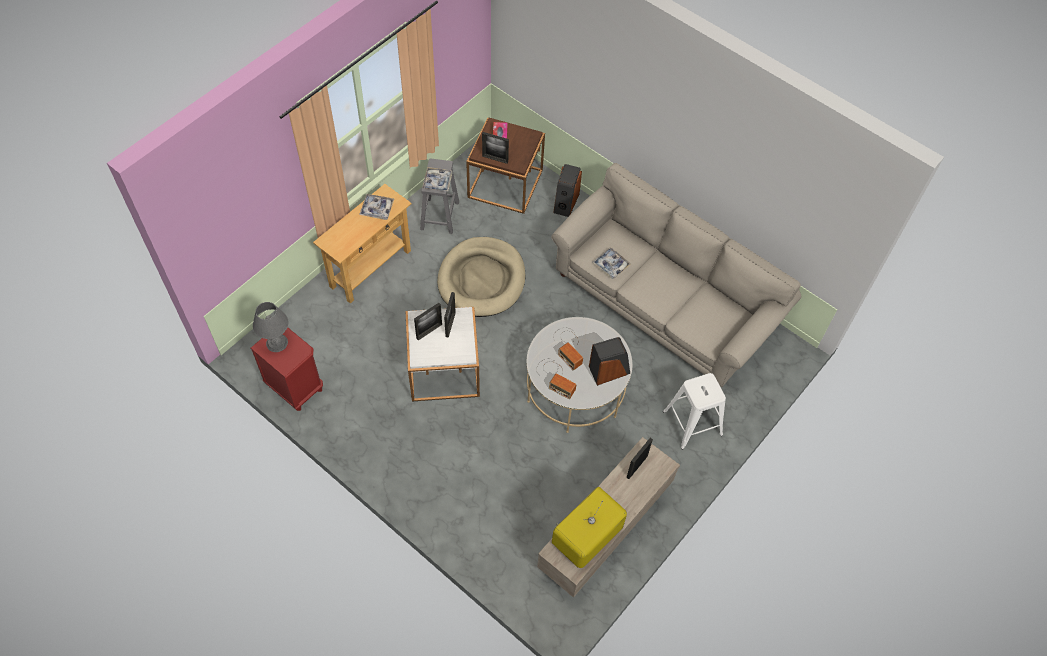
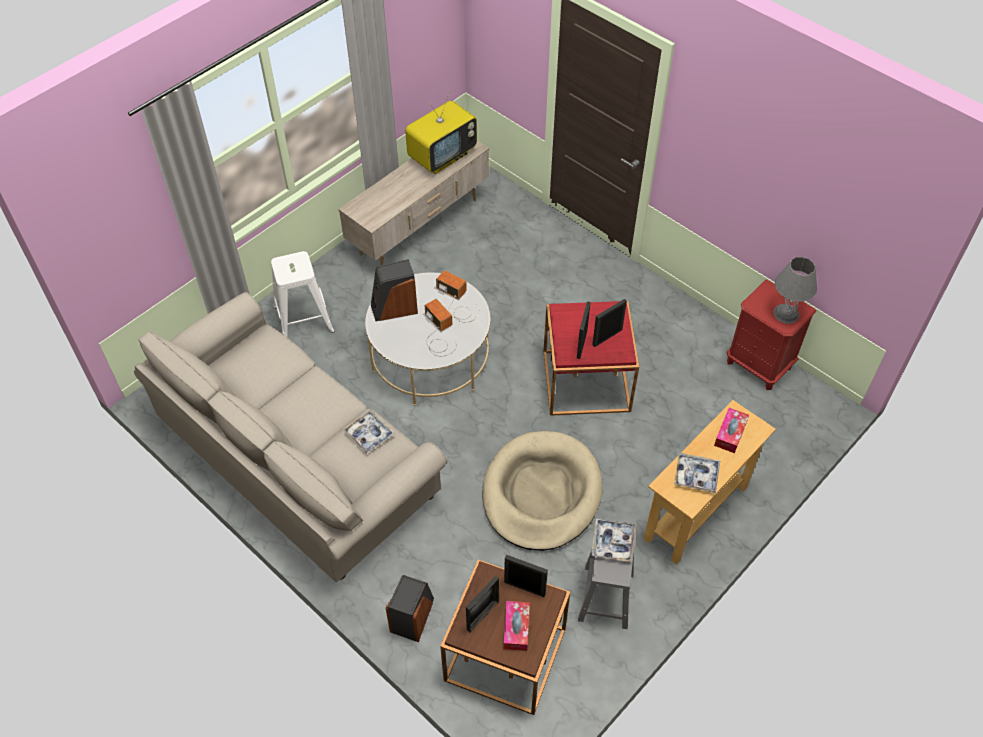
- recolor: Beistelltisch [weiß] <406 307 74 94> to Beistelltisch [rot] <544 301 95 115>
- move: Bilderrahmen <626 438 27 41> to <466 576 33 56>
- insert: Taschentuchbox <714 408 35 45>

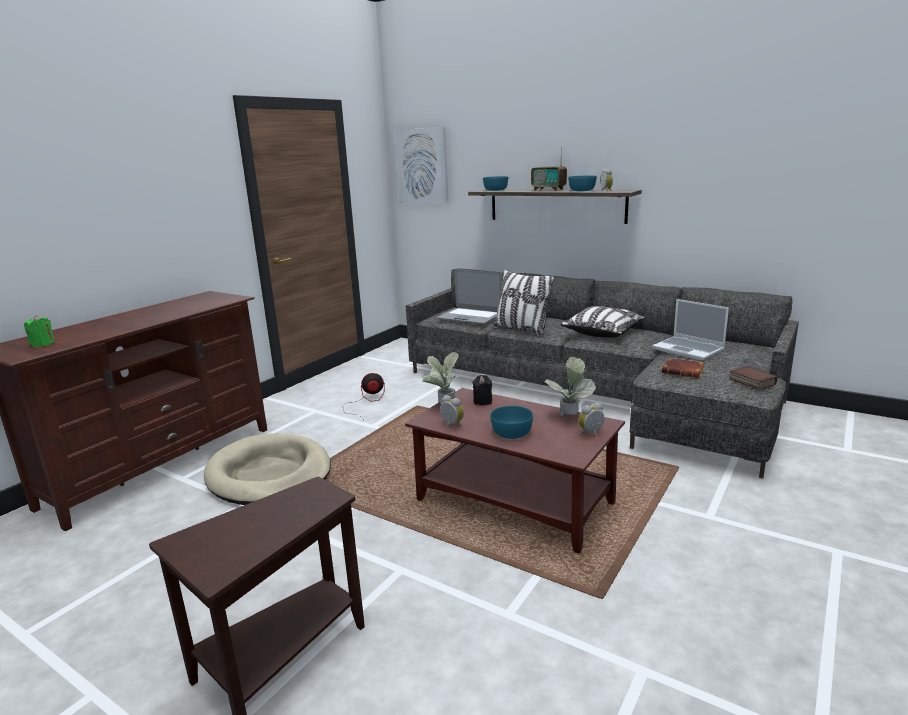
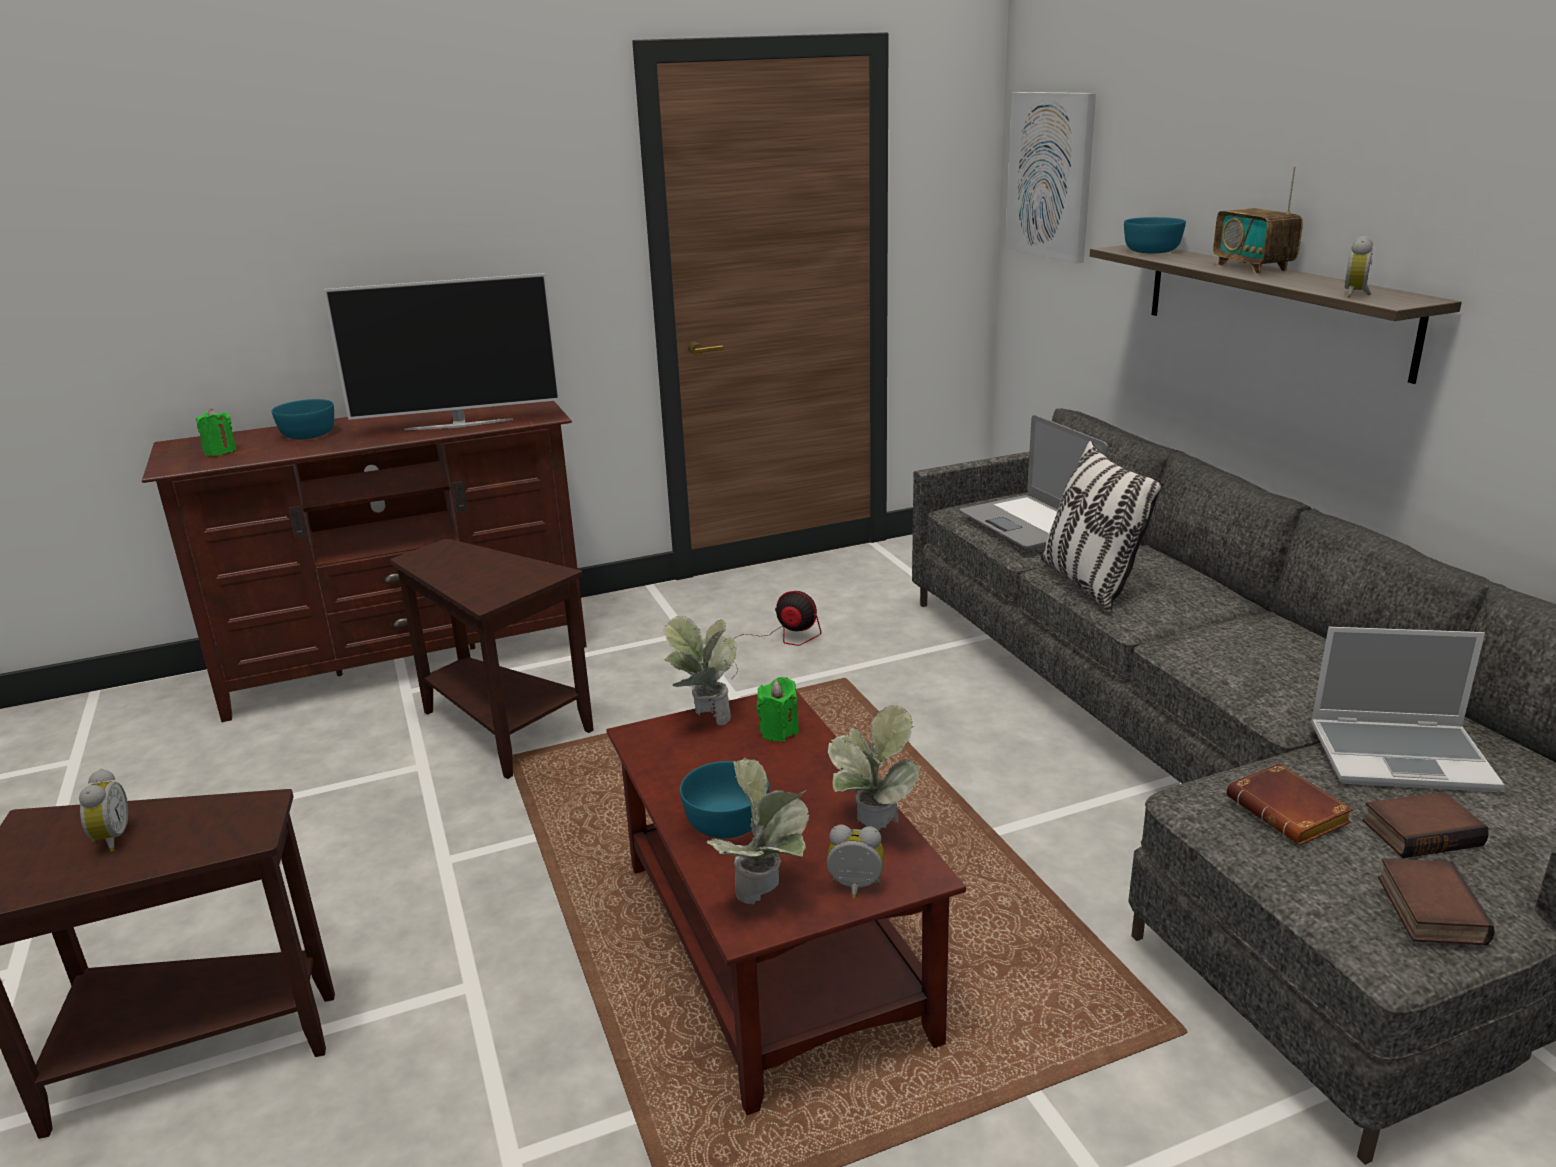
- move: Schüssel [türkis] <568 175 29 16> to <272 399 62 40>
- rotate: Laptop <652 299 77 62> = <1311 627 193 165> 75 degrees counterclockwise
- delete: Kissen <560 306 85 32>
- recolor: Kerze [schwarz] <472 375 20 31> to Kerze [grün] <756 677 43 65>
- move: Wecker <440 395 24 33> to <79 769 49 83>
- replace: Hundebett [beige] <204 433 127 72> to Beistelltisch [braun] <390 539 204 240>
- insert: Fernseher <323 273 238 157>
- insert: Topfpflanze <706 758 103 147>
- insert: Buch <1362 791 127 67>

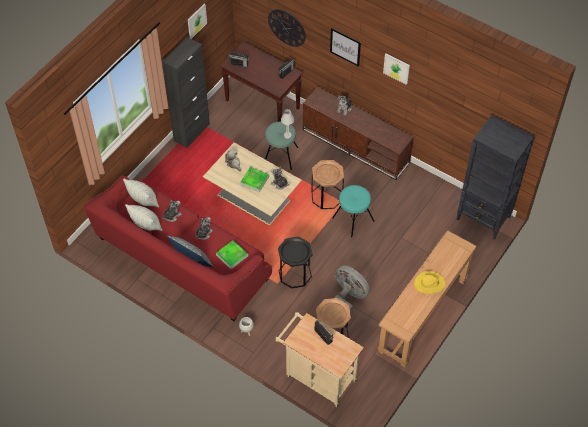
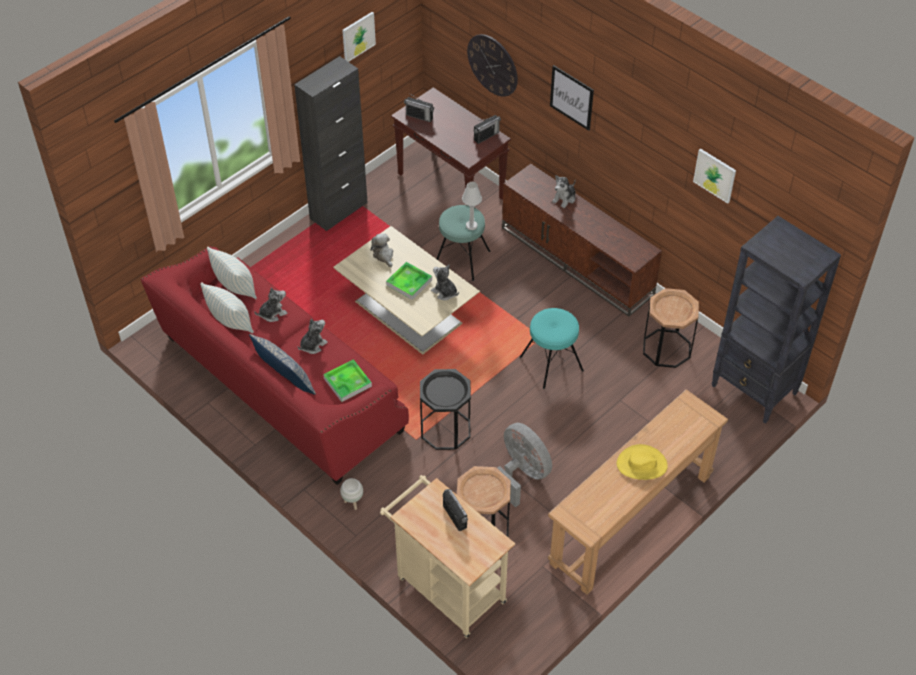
- move: Bild <383 53 27 32> to <693 148 43 56>
- move: Beistelltisch [braun] <312 160 32 49> to <643 288 56 80>

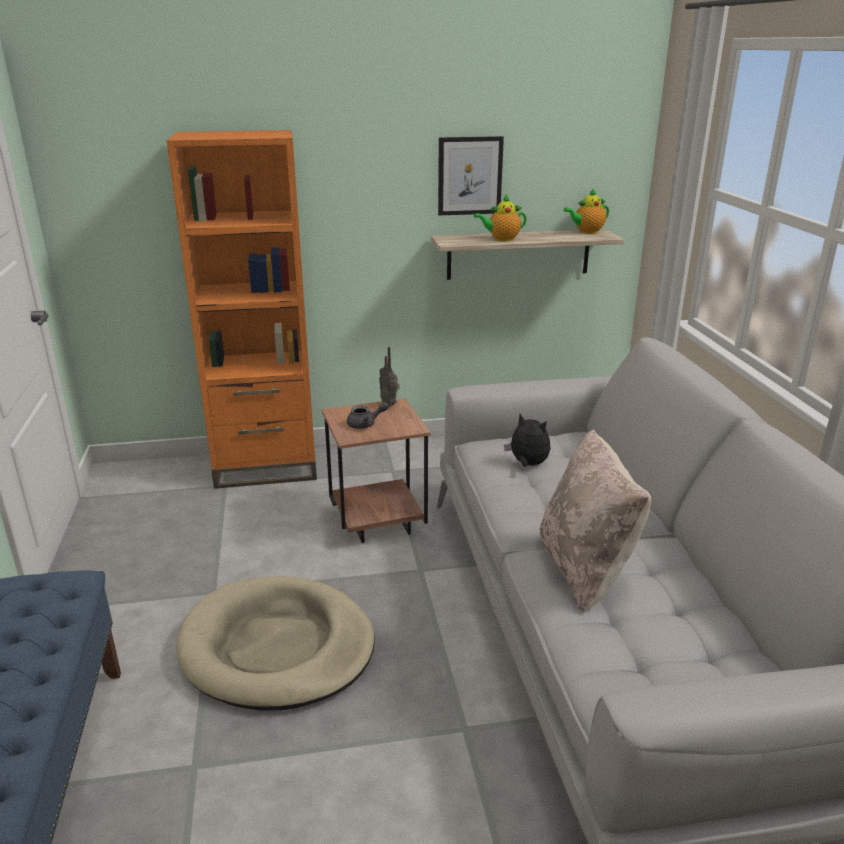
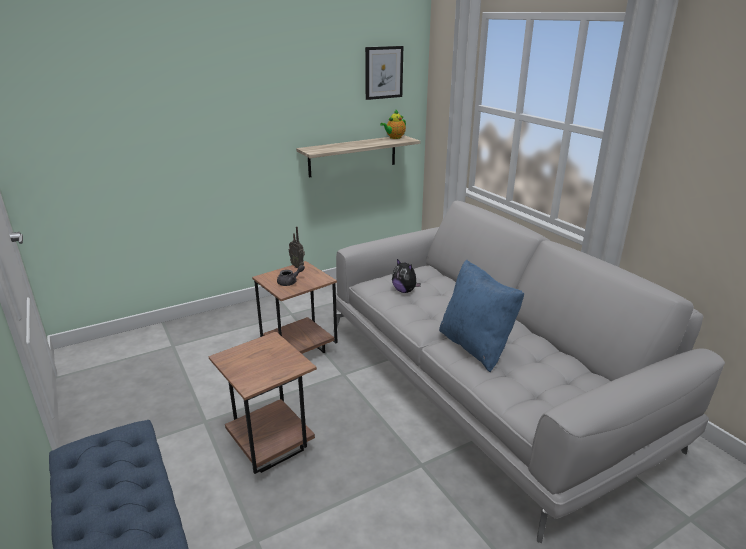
- delete: Bücherregal [orange] <167 130 150 359>
- move: Bild <438 136 66 80> to <365 46 38 54>
- delete: Teekanne <474 194 53 48>
- rotate: Plüschtier <504 414 47 53> = <392 259 29 34> 150 degrees counterclockwise
- recolor: Kissen [beige] <540 429 111 184> to Kissen [blau] <439 259 85 113>
- replace: Hundebett [beige] <176 576 199 135> to Beistelltisch [braun] <208 332 109 142>

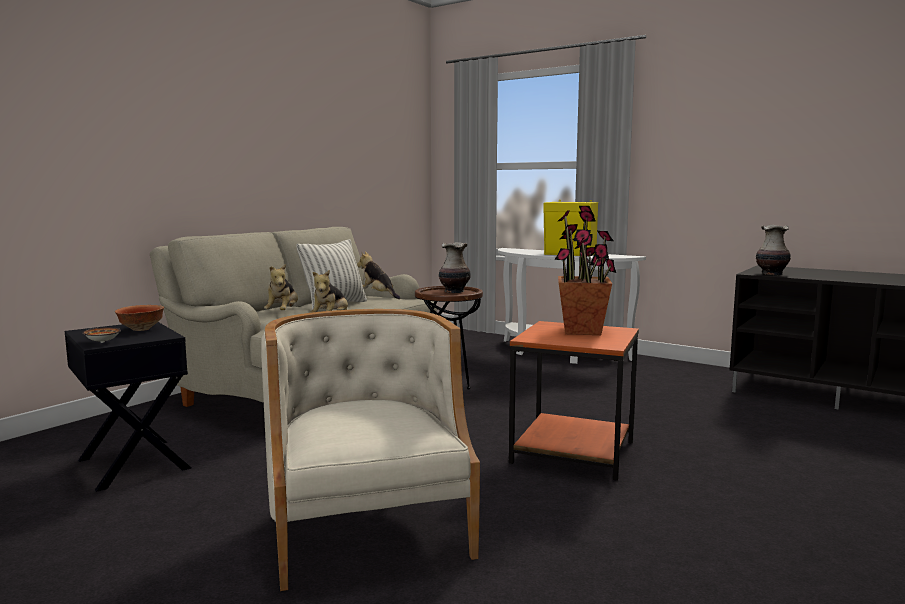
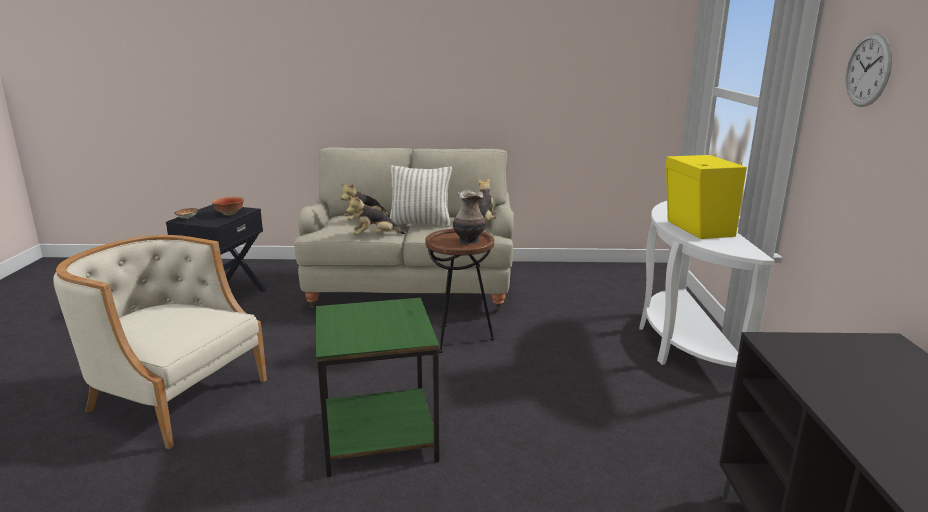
- delete: Topfpflanze <554 206 62 129>
- delete: Vase <756 225 35 50>
- rotate: Sessel [beige] <261 309 219 282> = <53 235 214 214> 105 degrees counterclockwise
- recolor: Beistelltisch [orange] <509 321 130 160> to Beistelltisch [grün] <316 298 123 179>
- insert: Wanduhr <845 32 47 75>

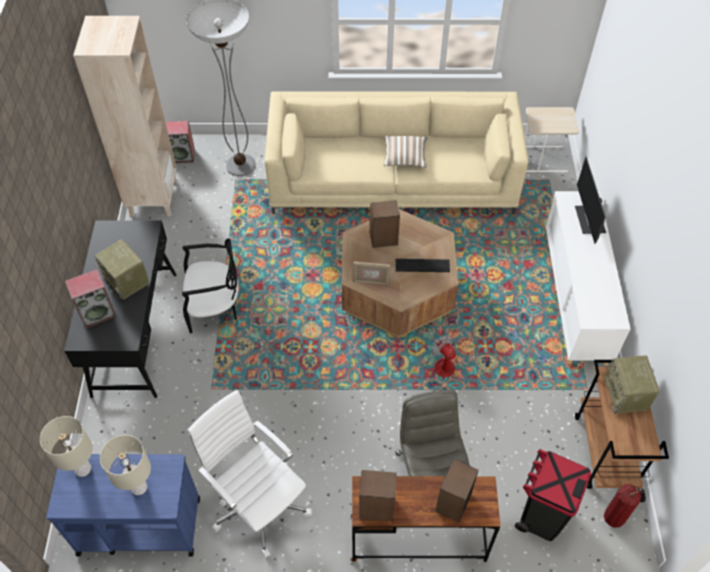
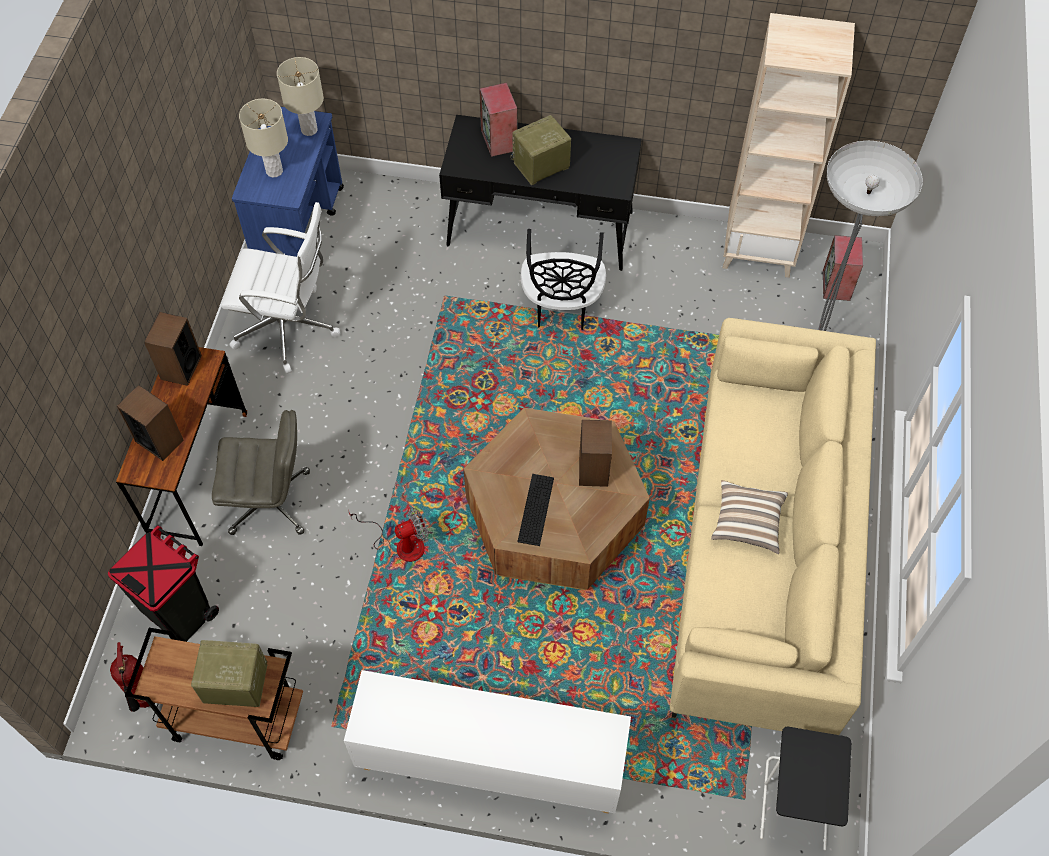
- recolor: Beistelltisch [beige] <524 107 55 66> to Beistelltisch [schwarz] <760 727 91 123>
- delete: Monitor <575 156 31 88>
- delete: Bilderrahmen <352 261 38 24>
- rotate: Bürostuhl [weiß] <187 390 125 168> = <221 202 119 172> 45 degrees clockwise

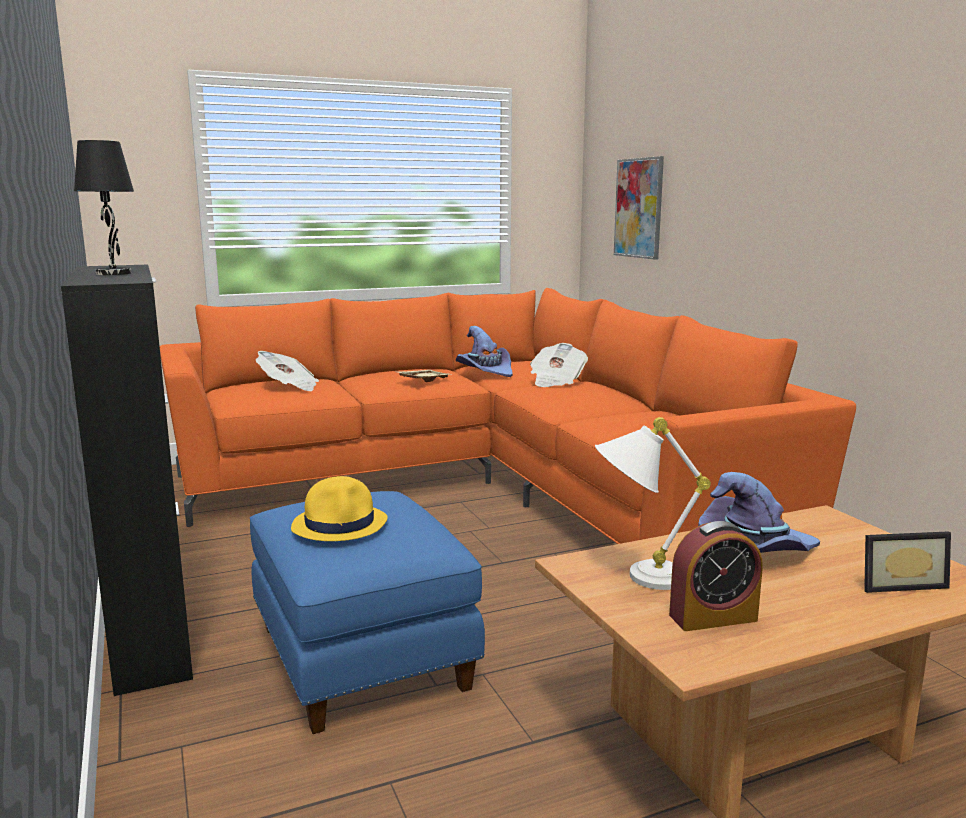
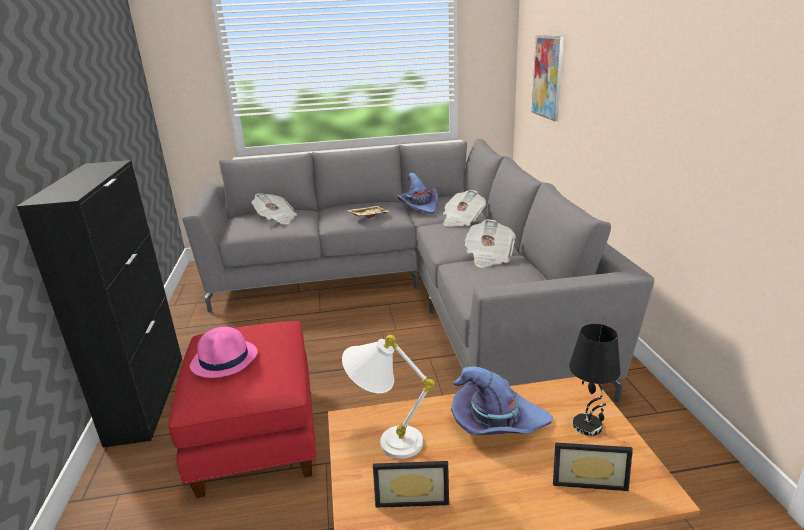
- move: Tischlampe [schwarz] <74 140 60 135> to <569 324 51 112>
- recolor: Sofa [orange] <160 288 696 256> to Sofa [grau] <182 139 472 263>
- recolor: Hut [gelb] <291 476 97 65> to Hut [rosa] <190 327 68 51>
- recolor: Polsterhocker [blau] <250 491 235 243> to Polsterhocker [rot] <168 321 149 177>
- replace: Wecker <669 521 94 110> to Bilderrahmen <373 461 76 47>
- insert: Zeitung <464 219 52 48>

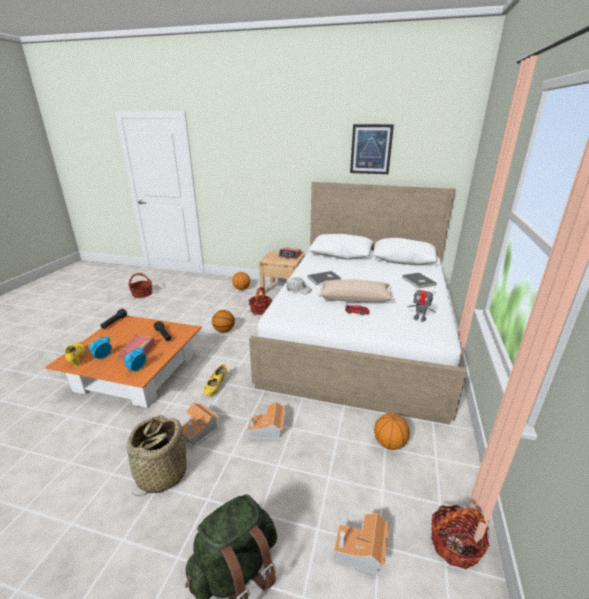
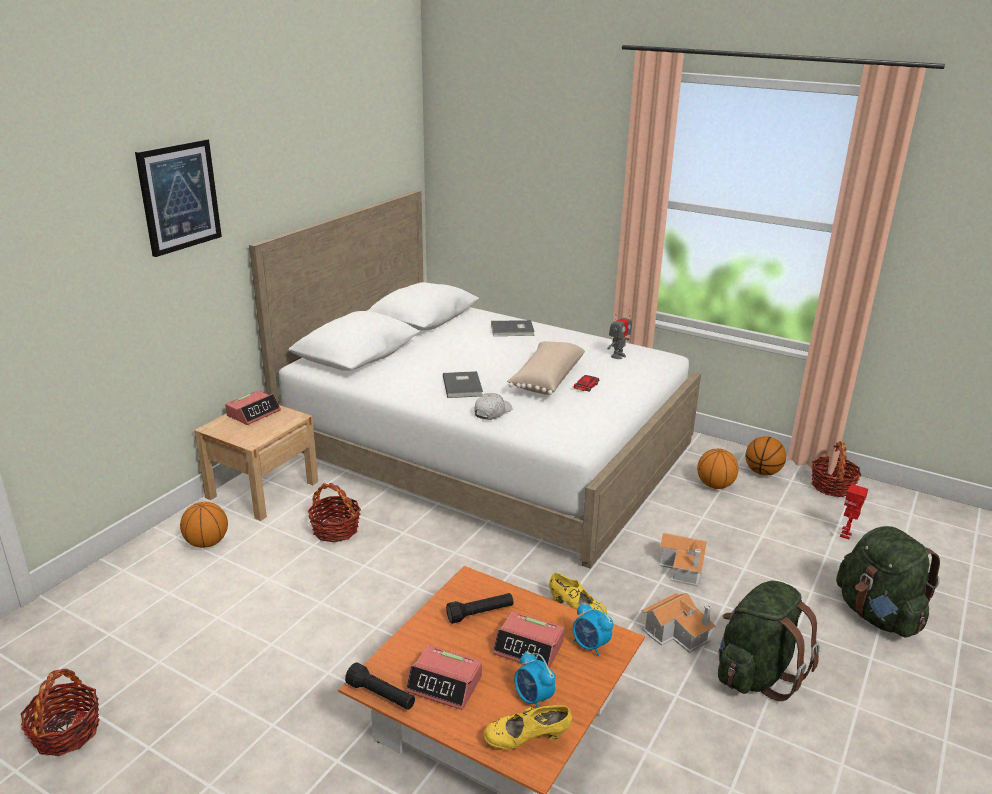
- move: Bild <350 124 44 50> to <135 139 87 118>
- move: Basketball <212 310 23 22> to <745 436 41 39>
- replace: Korb <127 414 60 82> to Rucksack [grün] <718 581 102 120>
- replace: Spielzeughaus <334 513 55 63> to Spielzeugroboter <840 484 28 55>
- insert: Wecker <405 645 77 65>

